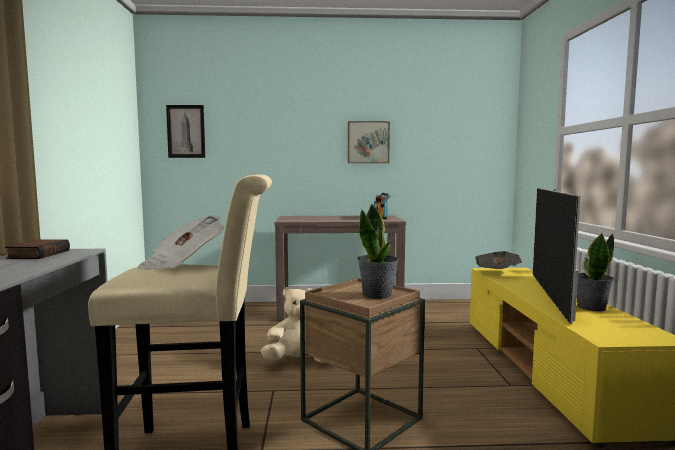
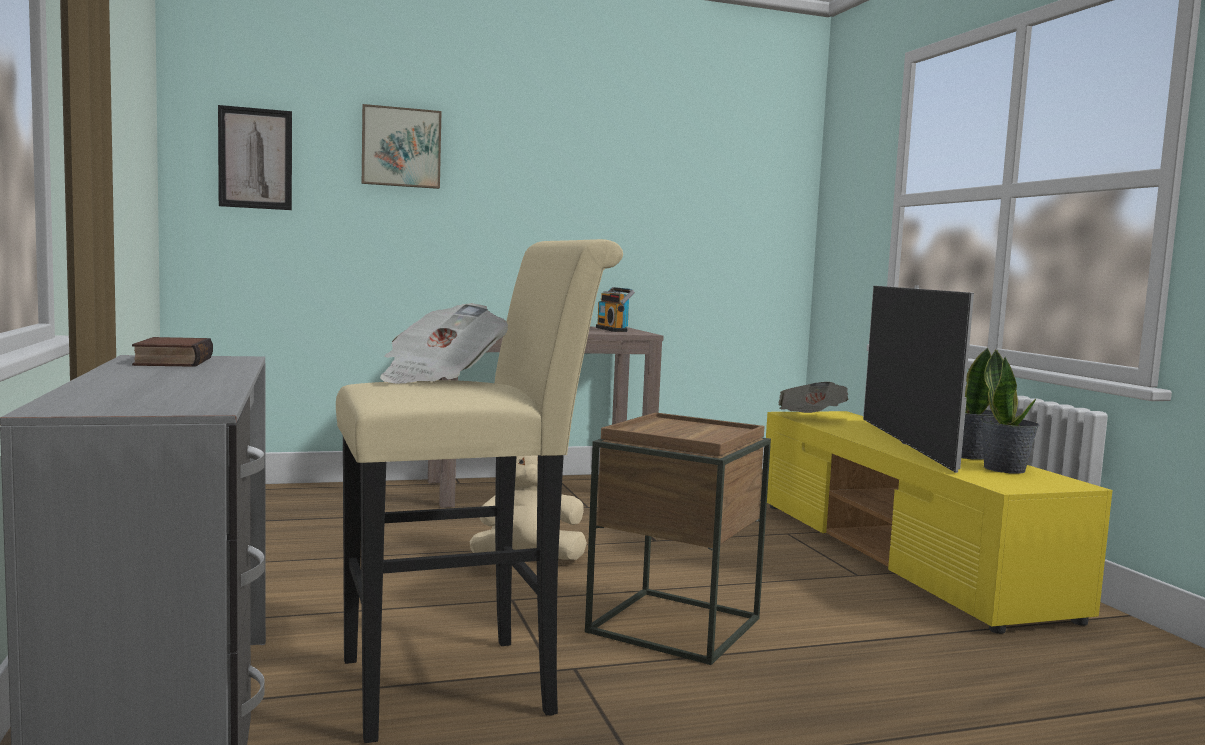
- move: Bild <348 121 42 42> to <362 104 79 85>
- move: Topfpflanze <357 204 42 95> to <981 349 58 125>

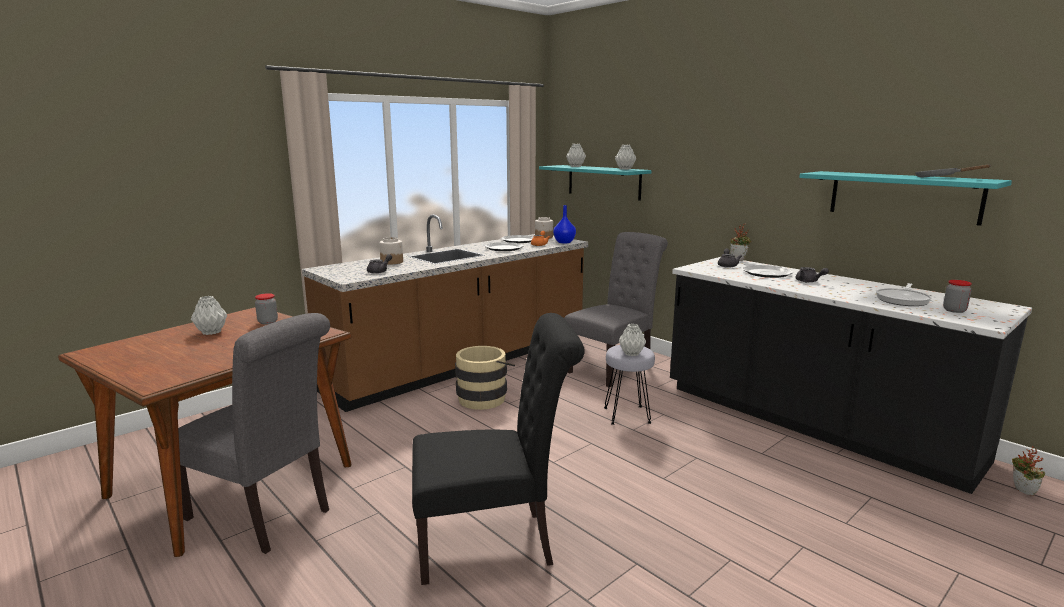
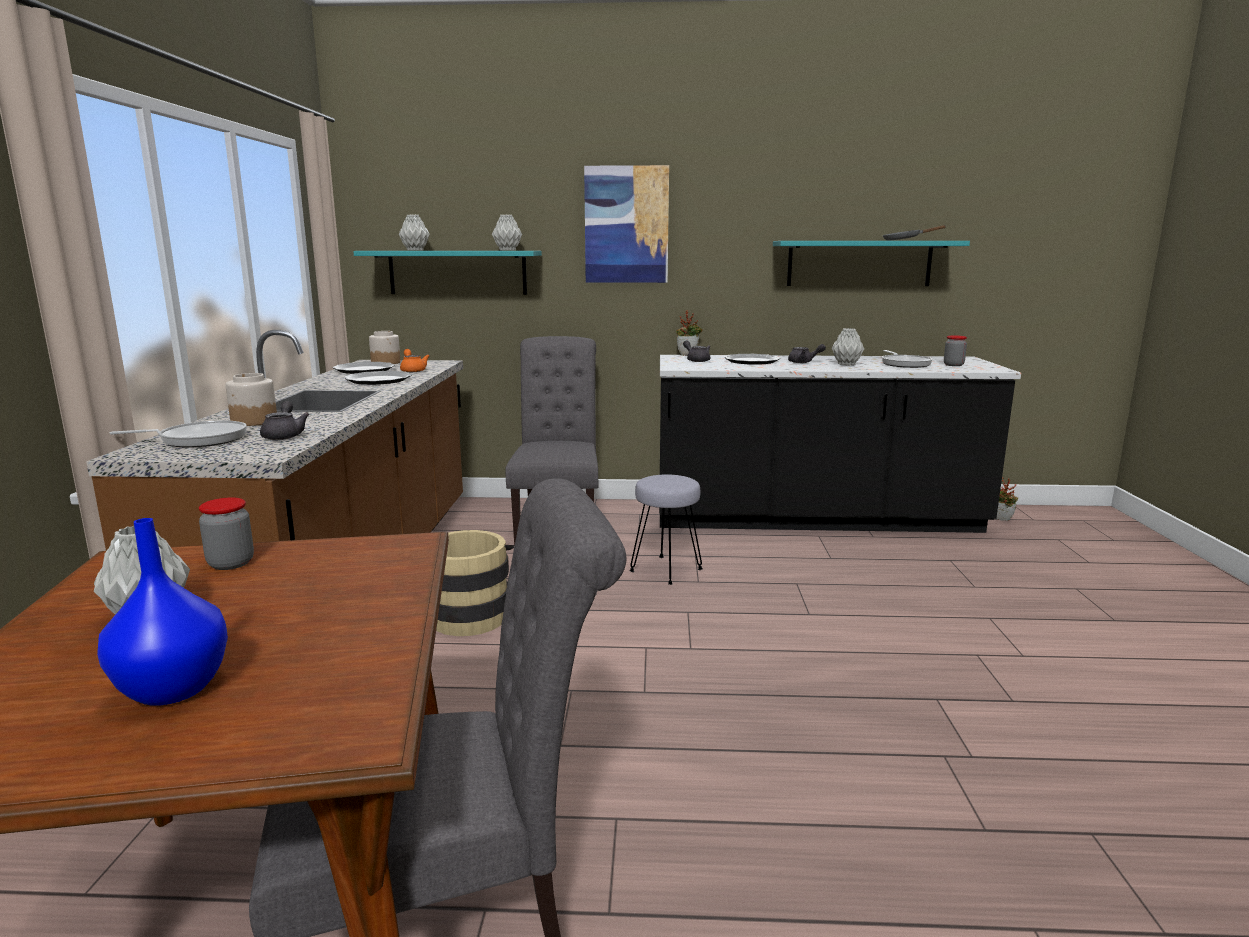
- move: Vase [blau] <553 205 23 39> to <97 518 131 188>
- delete: Stuhl [schwarz] <412 313 173 272>
- move: Vase [grau] <619 324 27 32> to <832 328 32 38>
- insert: Bild <584 165 85 118>
- insert: Pfanne <110 421 137 27>

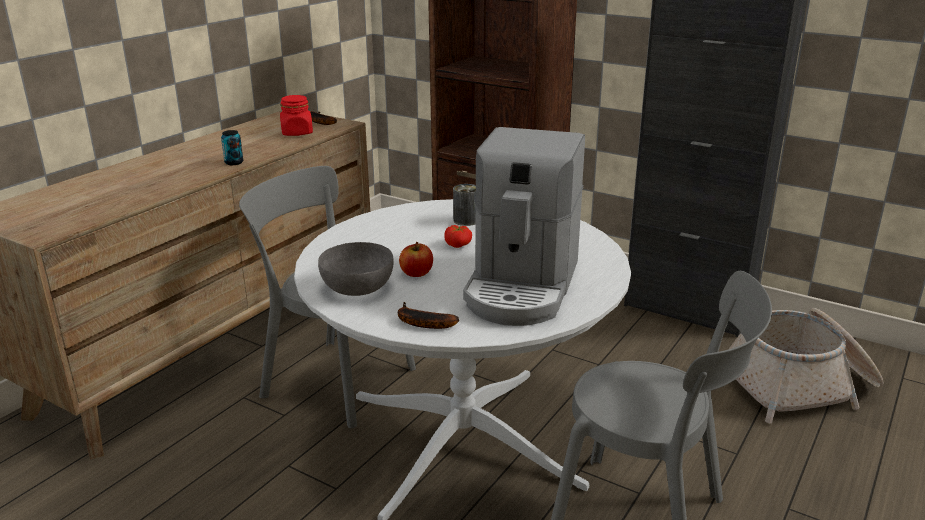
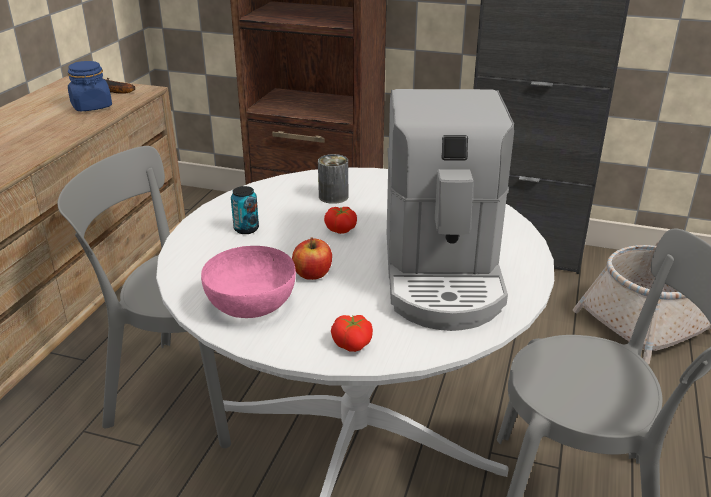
- recolor: Vorratsglas [rot] <280 95 33 41> to Vorratsglas [blau] <68 61 44 50>
- move: Dose <221 130 22 35> to <231 186 28 48>
- recolor: Schüssel [grau] <318 242 76 54> to Schüssel [rosa] <201 246 95 72>
- replace: Banane <398 302 61 27> to Tomate <331 315 42 37>

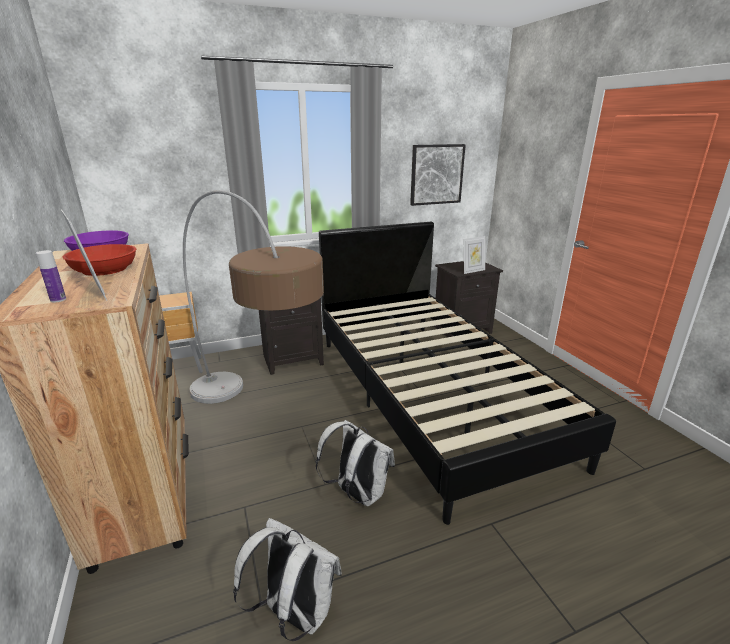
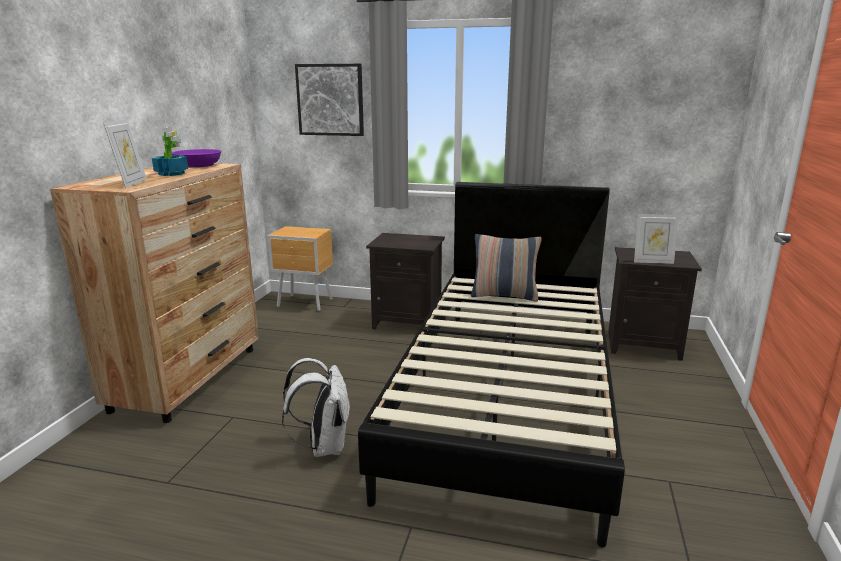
- move: Bild <410 144 56 62> to <295 64 69 72>
- delete: Stehlampe <183 190 141 214>
- replace: Schüssel [rot] <63 244 73 32> to Topfpflanze <152 127 36 49>
- delete: Flasche <36 250 30 53>
- delete: Rucksack [weiß] <233 518 109 123>
- insert: Kissen <471 234 71 68>

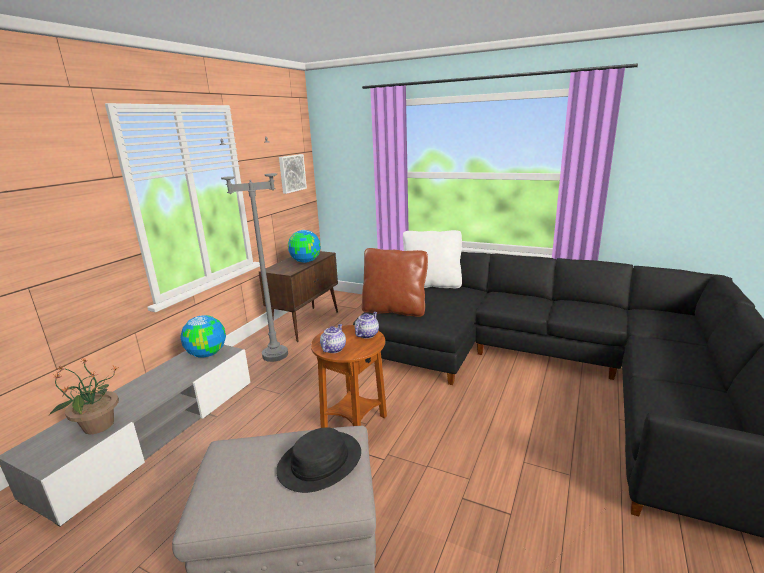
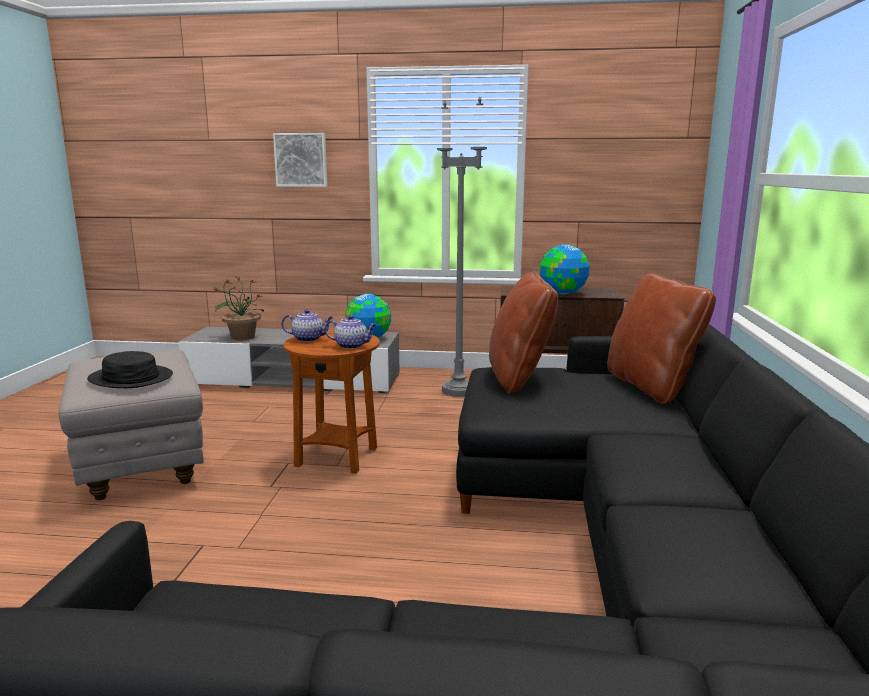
- move: Bild <279 154 28 40> to <273 133 54 54>
- recolor: Kissen [weiß] <403 230 59 58> to Kissen [braun] <607 272 109 132>

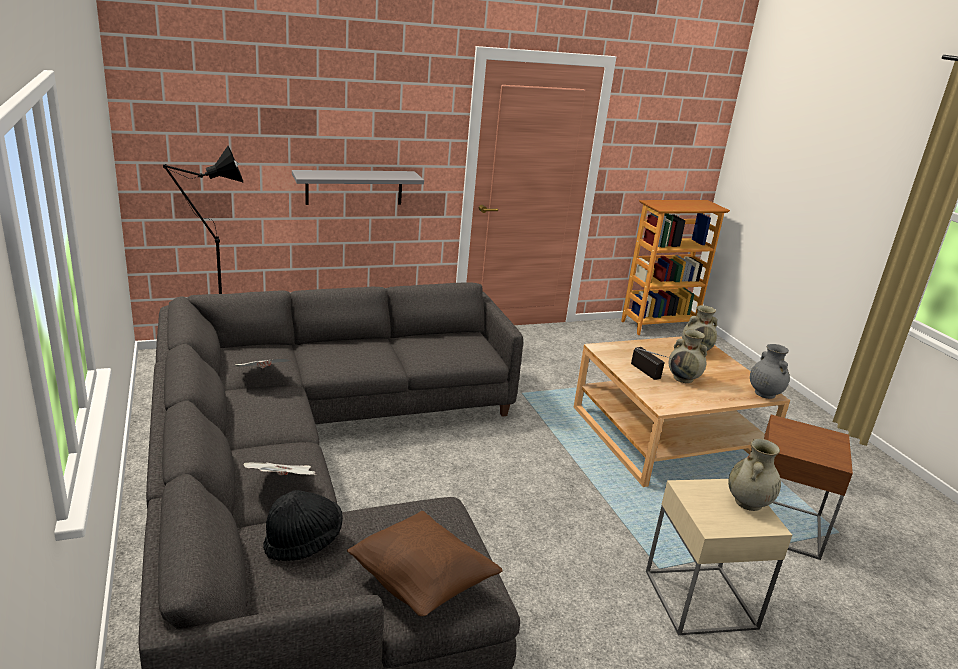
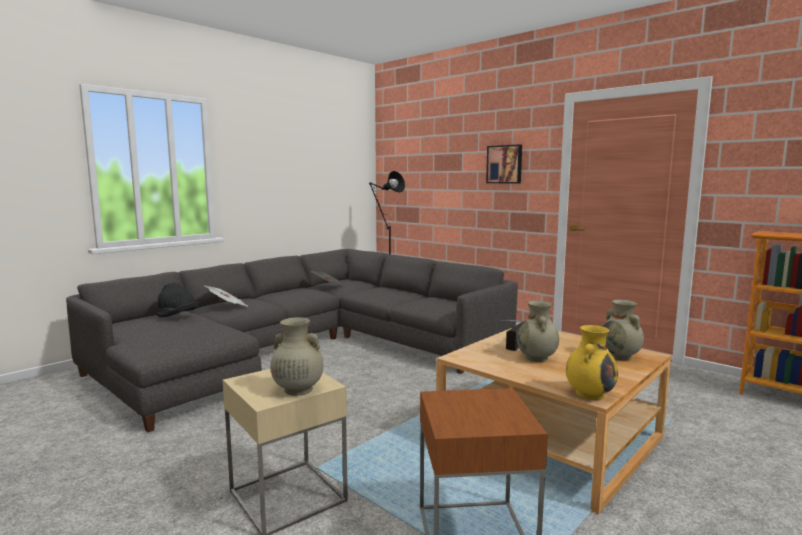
- delete: Wandregal [grau] <292 170 132 35>
- recolor: Vase [grau] <750 344 40 55> to Vase [gelb] <566 325 52 75>
- delete: Kissen [braun] <347 511 155 105>
- insert: Bild <486 144 36 39>

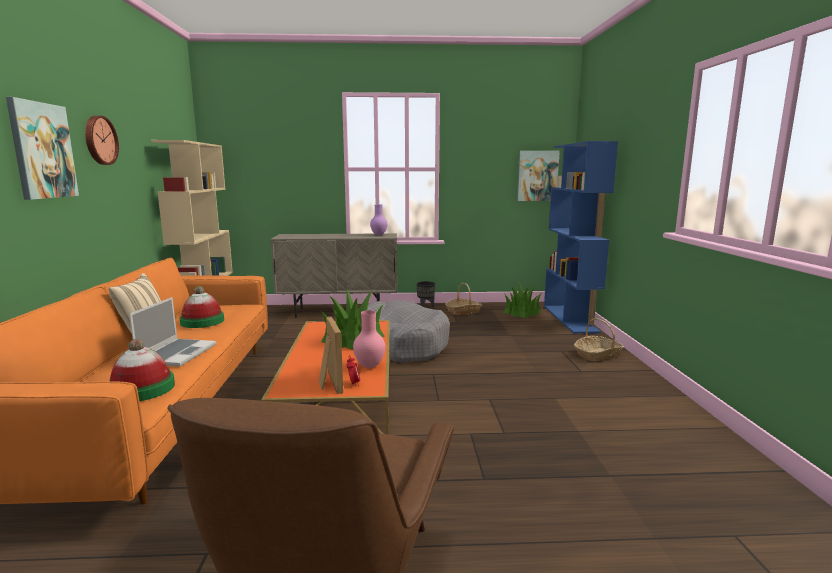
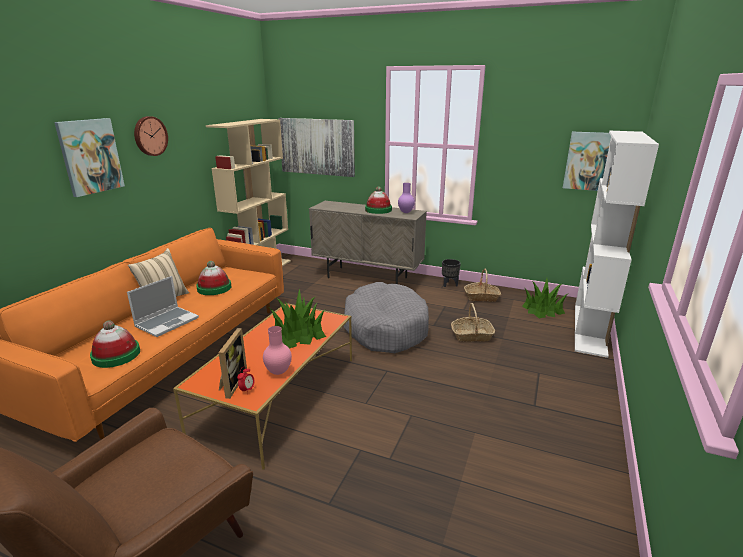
- recolor: Bücherregal [blau] <544 141 74 193> to Bücherregal [weiß] <575 131 84 227>
- move: Korb <574 318 50 43> to <451 303 44 39>
- insert: Bild <278 118 77 59>
- insert: Hut <365 186 27 28>

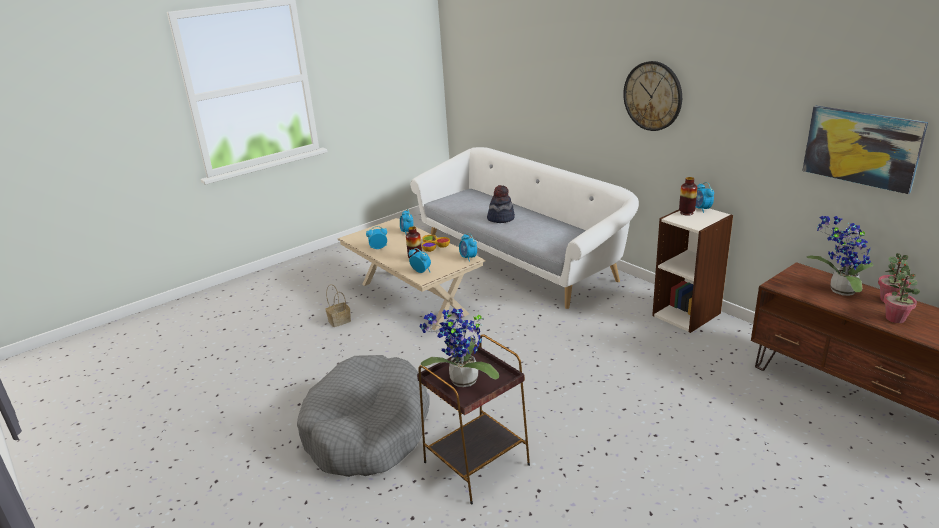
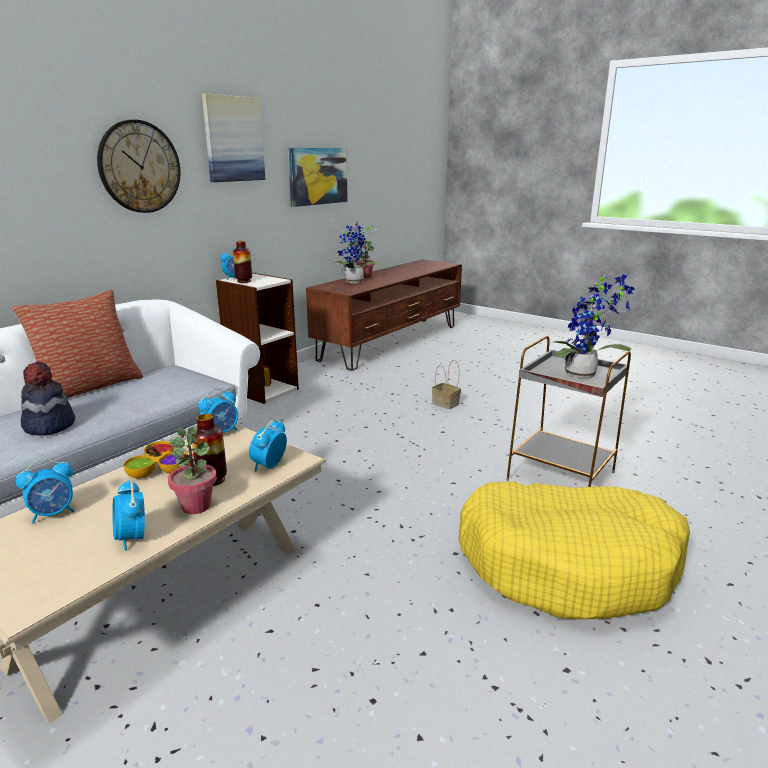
- move: Topfpflanze <883 271 37 52> to <168 426 49 88>
- move: Korb <325 284 26 43> to <432 360 29 49>
- recolor: Beistelltisch [braun] <417 334 113 170> to Beistelltisch [grau] <506 336 125 151>
- recolor: Hundebett [grau] <297 355 133 122> to Hundebett [gelb] <458 481 232 138>
- insert: Bild <202 93 63 89>
- insert: Kissen <11 290 132 108>

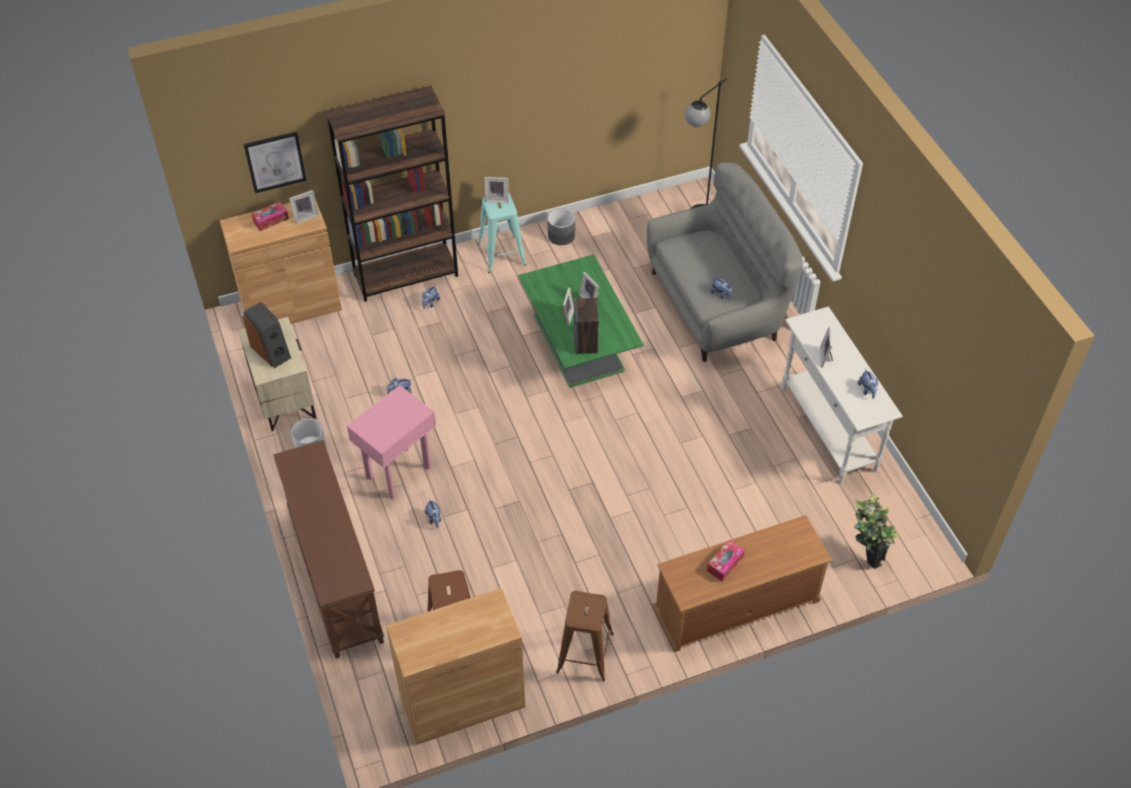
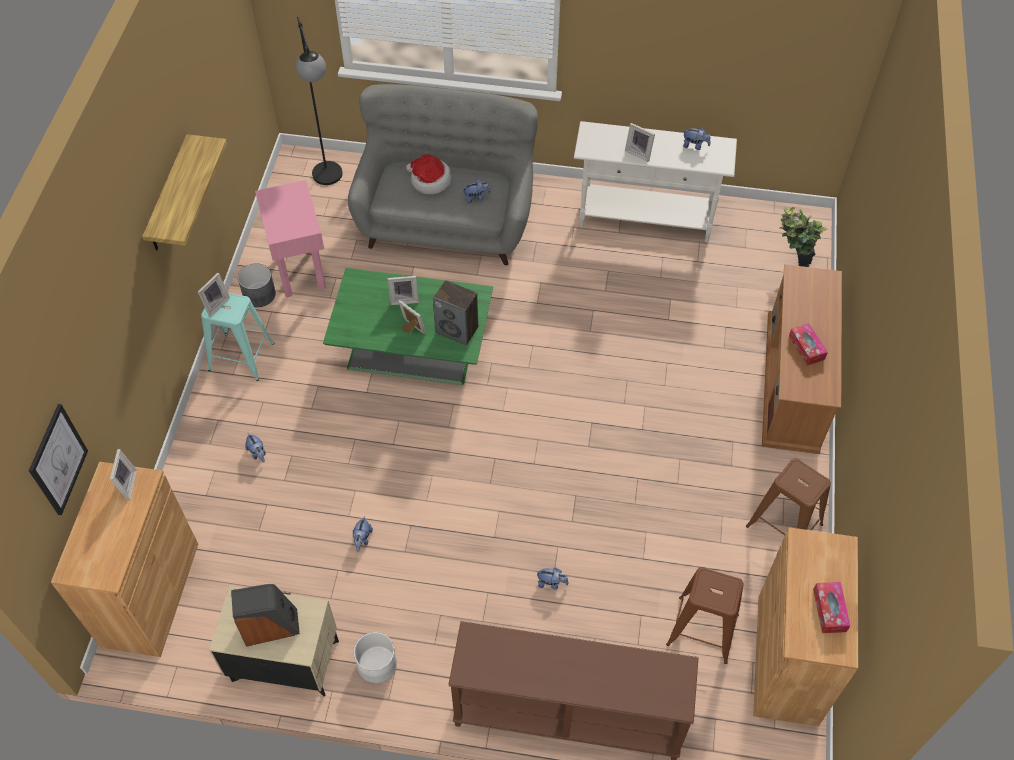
- delete: Bücherregal [braun] <326 86 132 216>
- move: Taschentuchbox <251 202 38 29> to <813 582 37 51>
- move: Beistelltisch [rosa] <347 385 89 114> to <255 180 71 118>
- insert: Wandregal <142 134 85 116>
- insert: Hut <406 154 46 40>

